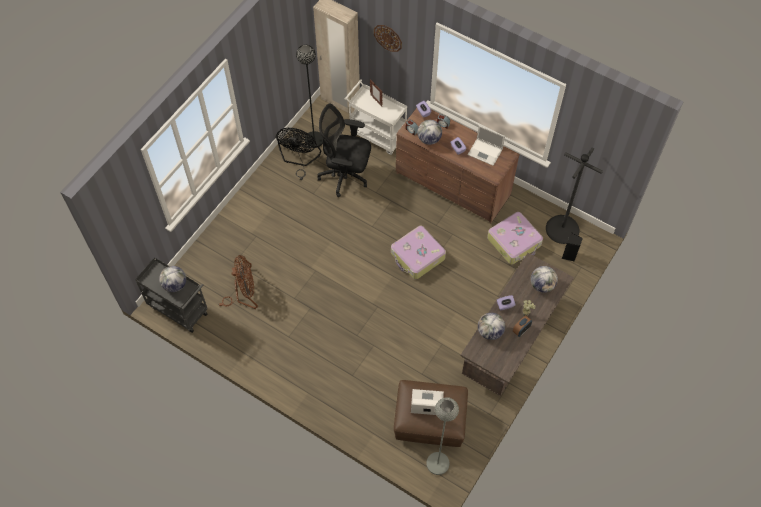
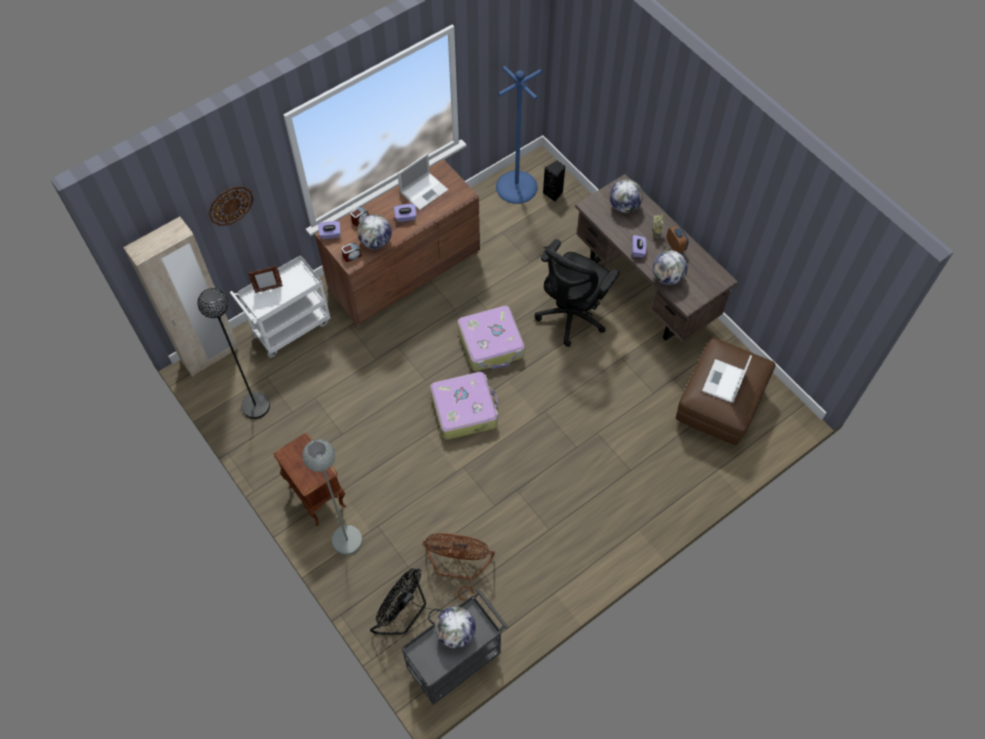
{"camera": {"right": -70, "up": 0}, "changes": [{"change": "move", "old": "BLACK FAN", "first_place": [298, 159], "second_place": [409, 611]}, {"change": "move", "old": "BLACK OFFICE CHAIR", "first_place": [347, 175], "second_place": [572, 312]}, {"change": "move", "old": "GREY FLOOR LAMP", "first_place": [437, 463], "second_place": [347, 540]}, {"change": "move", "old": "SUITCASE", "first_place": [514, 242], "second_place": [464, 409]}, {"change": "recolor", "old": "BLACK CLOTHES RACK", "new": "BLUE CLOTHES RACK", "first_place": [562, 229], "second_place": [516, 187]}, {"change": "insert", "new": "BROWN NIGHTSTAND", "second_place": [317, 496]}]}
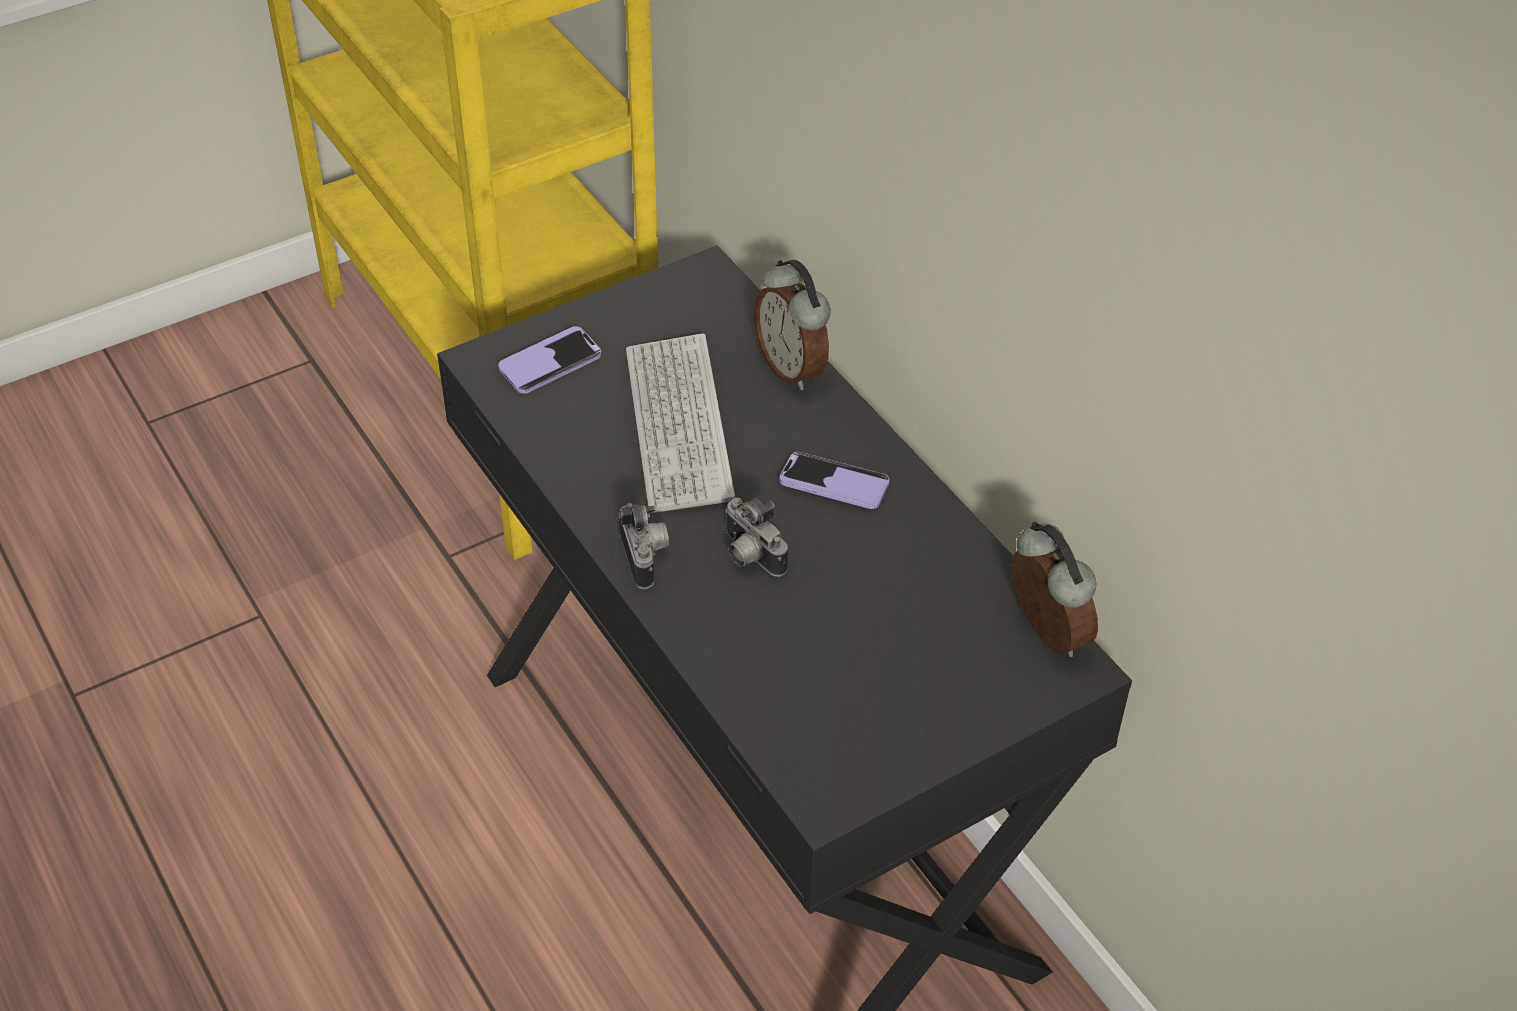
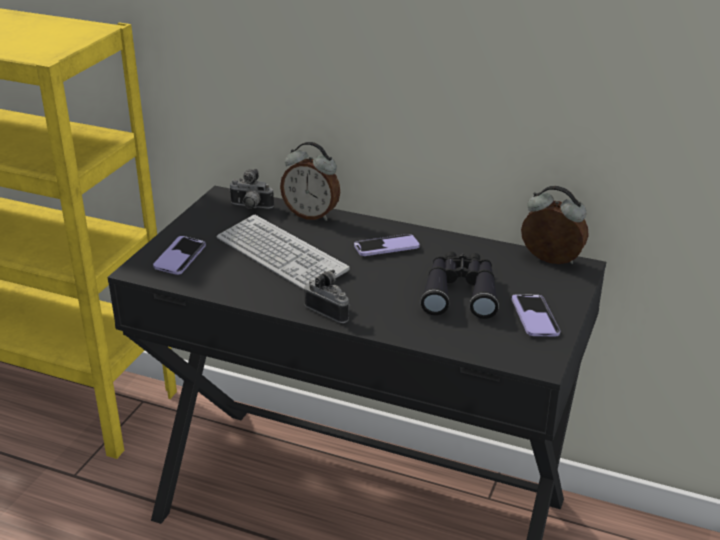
{"camera": {"right": -35, "up": -15}, "changes": [{"change": "move", "old": "PHOTO CAMERA", "first_place": [749, 556], "second_place": [250, 207]}, {"change": "insert", "new": "BLACK BINOCULARS", "second_place": [460, 292]}, {"change": "insert", "new": "PHONE", "second_place": [535, 317]}]}
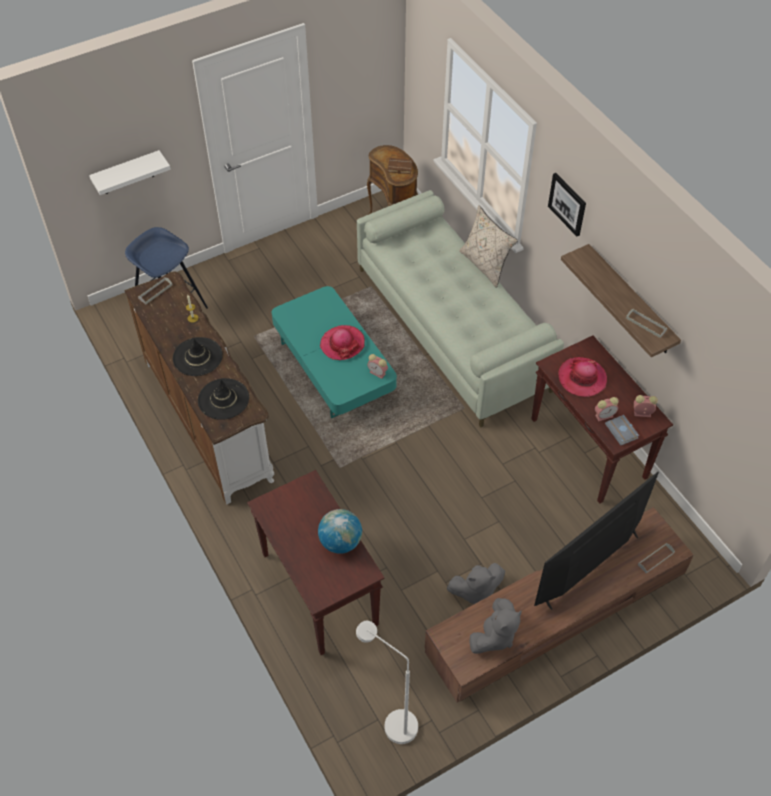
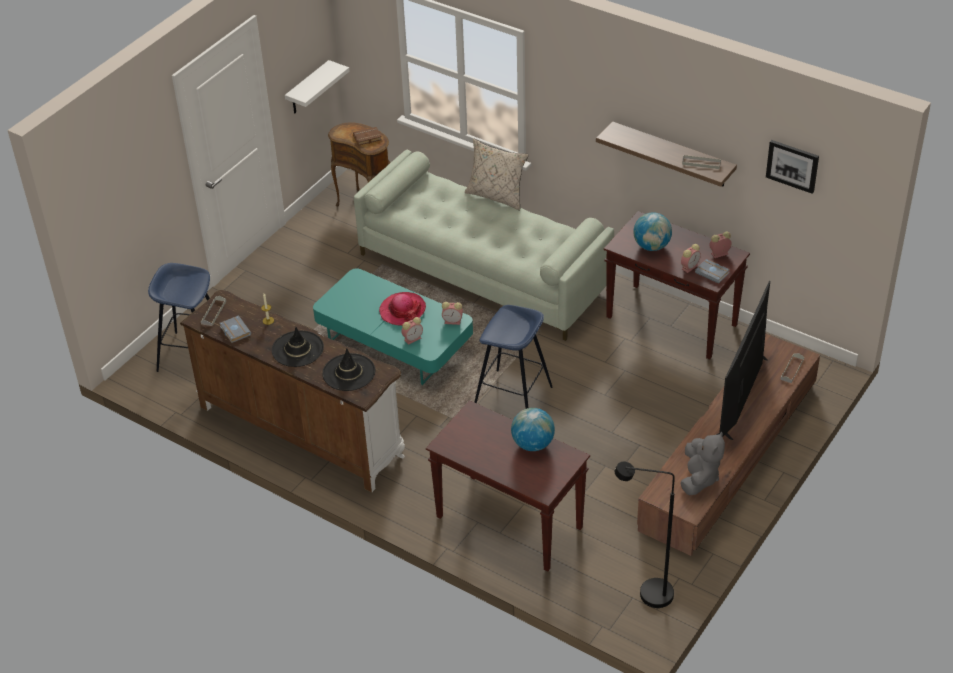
{"camera": {"right": -25, "up": -10}, "changes": [{"change": "move", "old": "WHITE SHELF", "first_place": [127, 173], "second_place": [308, 88]}, {"change": "recolor", "old": "WHITE FLOOR LAMP", "new": "BLACK FLOOR LAMP", "first_place": [392, 722], "second_place": [646, 594]}, {"change": "delete", "old": "GREY PLUSH TOY", "first_place": [475, 591]}, {"change": "move", "old": "PICTURE", "first_place": [567, 204], "second_place": [792, 165]}, {"change": "replace", "old": "HAT", "new": "GLOBE", "first_place": [582, 378], "second_place": [651, 246]}, {"change": "insert", "new": "GREY BOOK", "second_place": [234, 331]}, {"change": "insert", "new": "ALARM CLOCK", "second_place": [413, 338]}, {"change": "insert", "new": "BLUE STOOL", "second_place": [513, 398]}]}
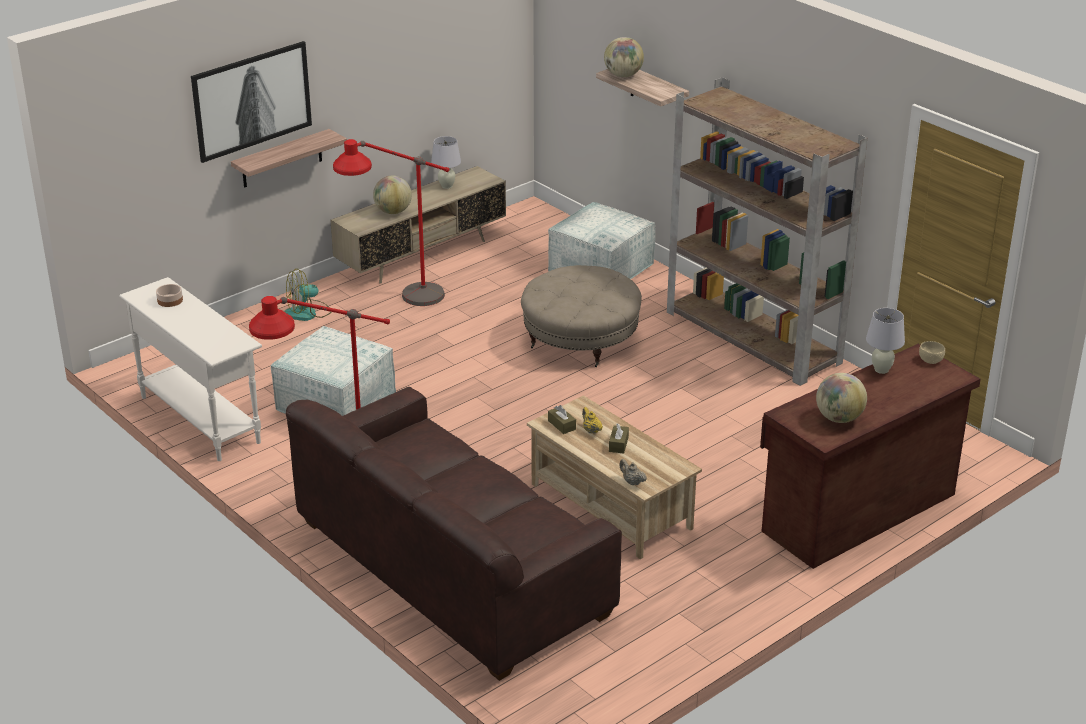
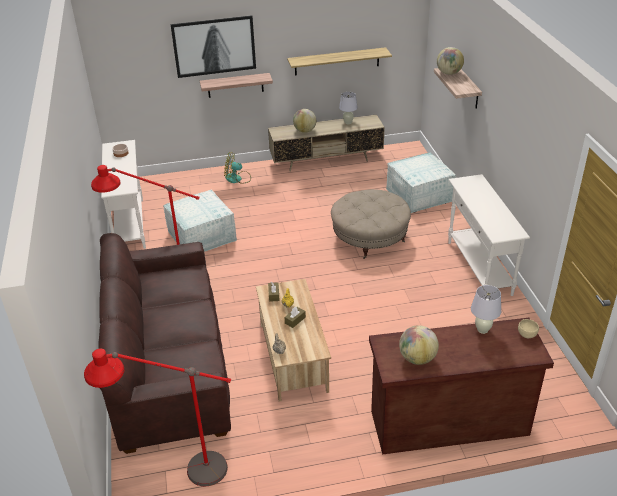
{"camera": {"right": 30, "up": 5}, "changes": [{"change": "move", "old": "RED FLOOR LAMP", "first_place": [399, 305], "second_place": [178, 474]}, {"change": "replace", "old": "BROWN BOOKCASE", "new": "WHITE CONSOLE TABLE", "first_place": [752, 337], "second_place": [479, 268]}, {"change": "insert", "new": "SHELF", "second_place": [337, 61]}]}
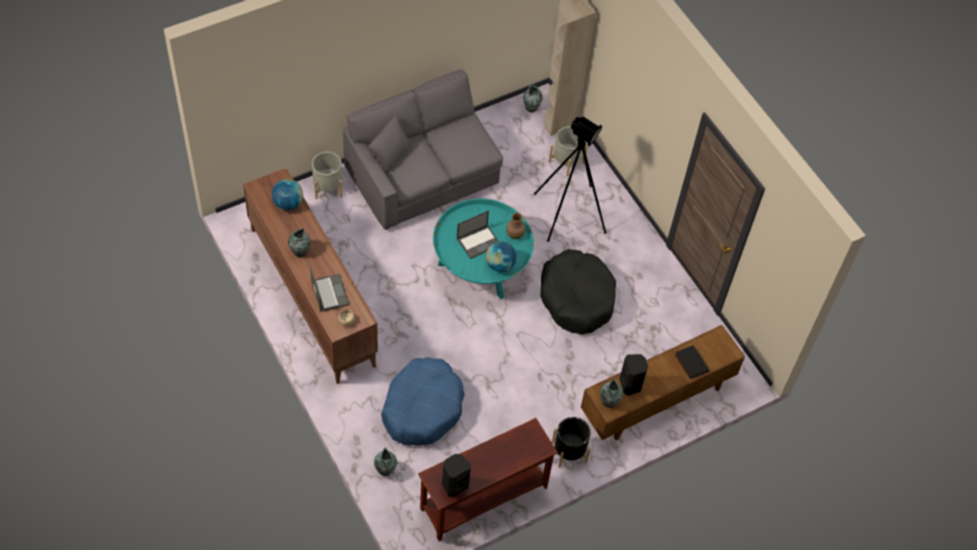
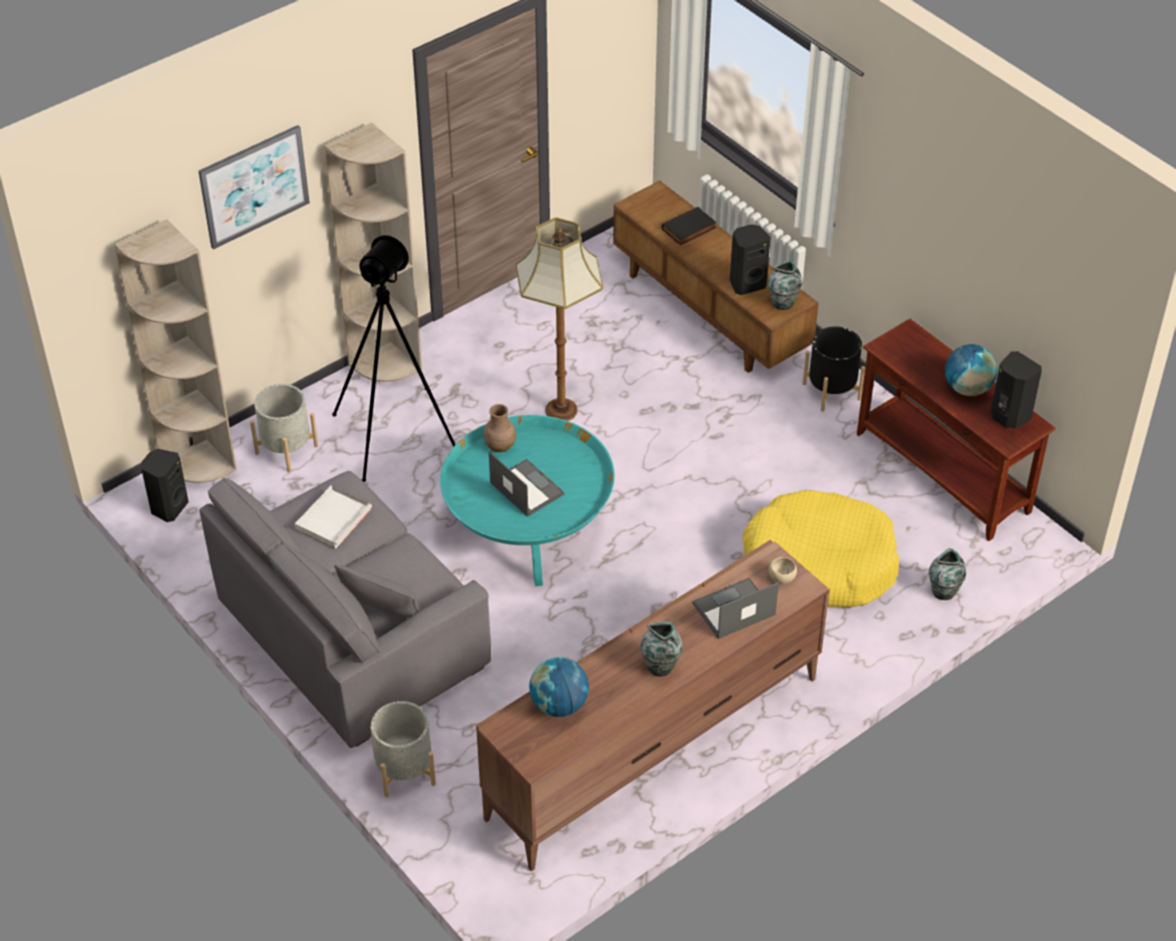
{"camera": {"right": -95, "up": -10}, "changes": [{"change": "recolor", "old": "BLUE DOG BED", "new": "YELLOW DOG BED", "first_place": [422, 407], "second_place": [819, 564]}, {"change": "move", "old": "GLOBE", "first_place": [500, 265], "second_place": [967, 388]}, {"change": "replace", "old": "VASE", "new": "BLACK SPEAKER", "first_place": [531, 107], "second_place": [168, 507]}, {"change": "replace", "old": "BLACK DOG BED", "new": "FLOOR LAMP", "first_place": [576, 297], "second_place": [560, 410]}, {"change": "insert", "new": "PICTURE", "second_place": [254, 186]}, {"change": "insert", "new": "WHITE TRAY", "second_place": [334, 518]}, {"change": "insert", "new": "BEIGE BOOKCASE", "second_place": [386, 370]}]}
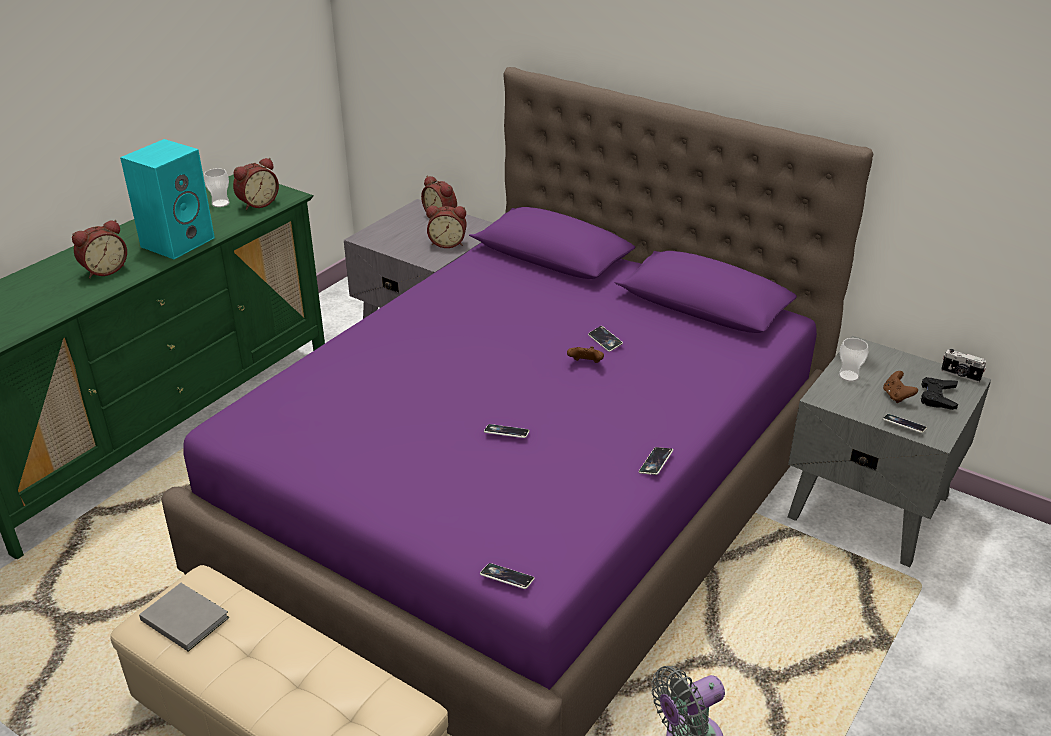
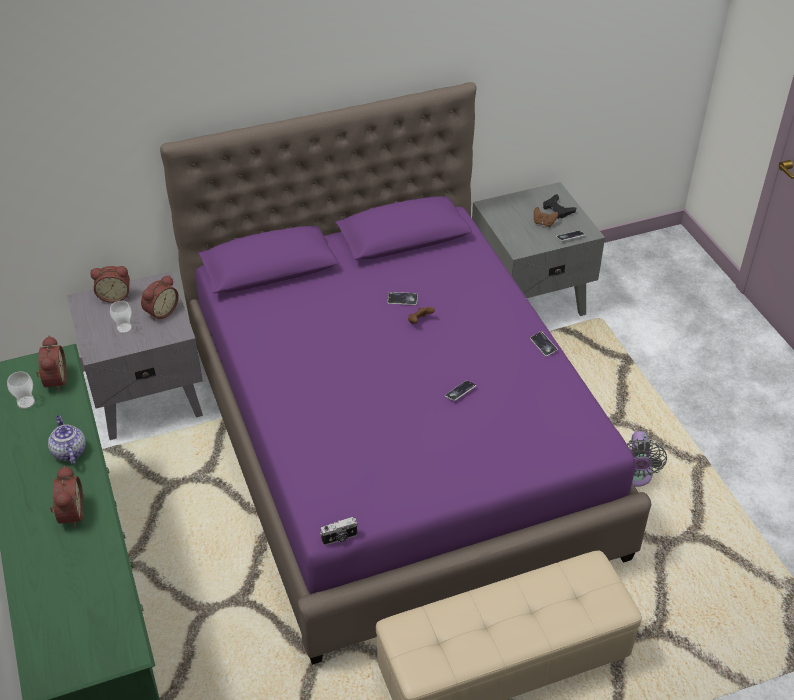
{"camera": {"right": -55, "up": 10}, "changes": [{"change": "replace", "old": "TURQUOISE SPEAKER", "new": "TEAPOT", "first_place": [178, 241], "second_place": [69, 451]}, {"change": "delete", "old": "GREY BOOK", "first_place": [184, 617]}, {"change": "delete", "old": "PHONE", "first_place": [507, 578]}, {"change": "move", "old": "CUP", "first_place": [848, 376], "second_place": [124, 328]}, {"change": "move", "old": "PHOTO CAMERA", "first_place": [960, 375], "second_place": [340, 538]}]}
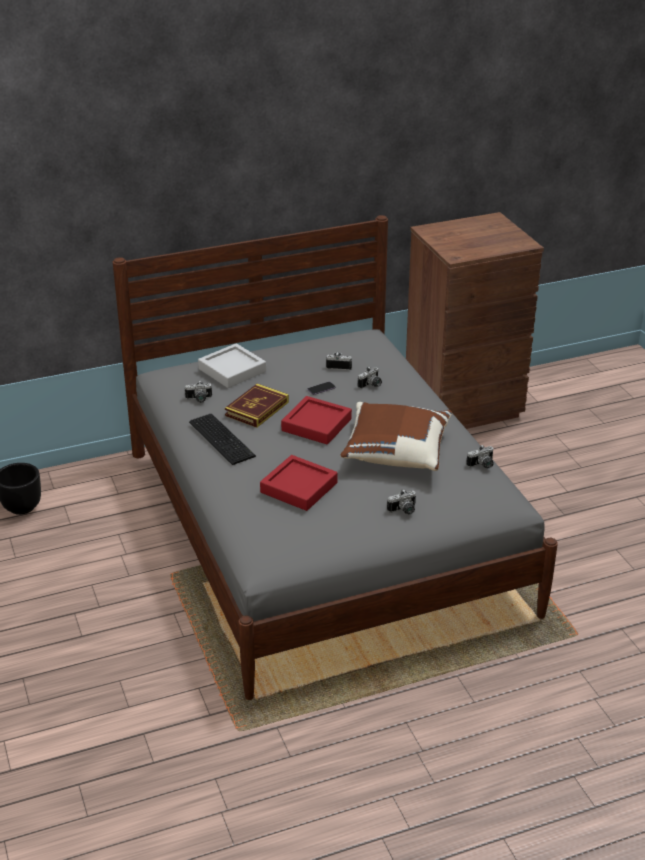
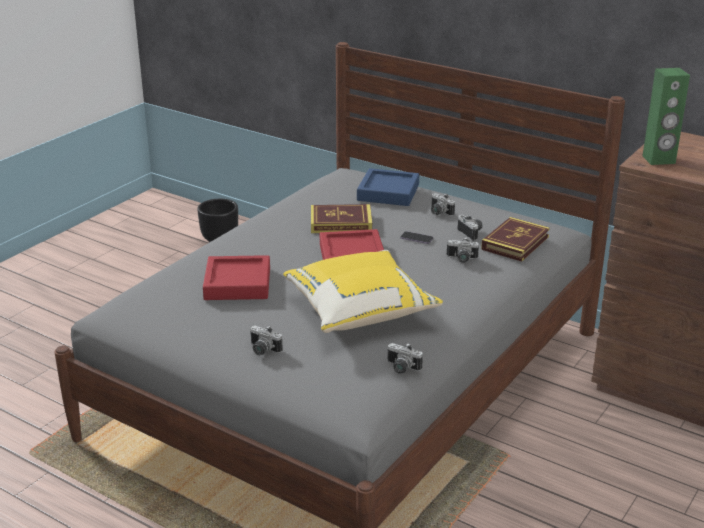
{"camera": {"right": 55, "up": -5}, "changes": [{"change": "move", "old": "PHOTO CAMERA", "first_place": [199, 399], "second_place": [438, 212]}, {"change": "delete", "old": "KEYBOARD", "first_place": [222, 438]}, {"change": "recolor", "old": "GREY TRAY", "new": "BLUE TRAY", "first_place": [232, 370], "second_place": [388, 192]}, {"change": "recolor", "old": "BROWN PILLOW", "new": "YELLOW PILLOW", "first_place": [395, 452], "second_place": [359, 311]}, {"change": "insert", "new": "BOOK", "second_place": [515, 243]}, {"change": "insert", "new": "GREEN SPEAKER", "second_place": [659, 160]}]}
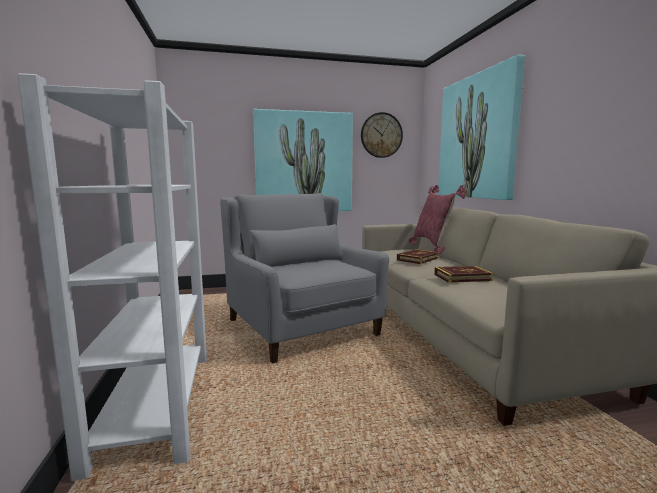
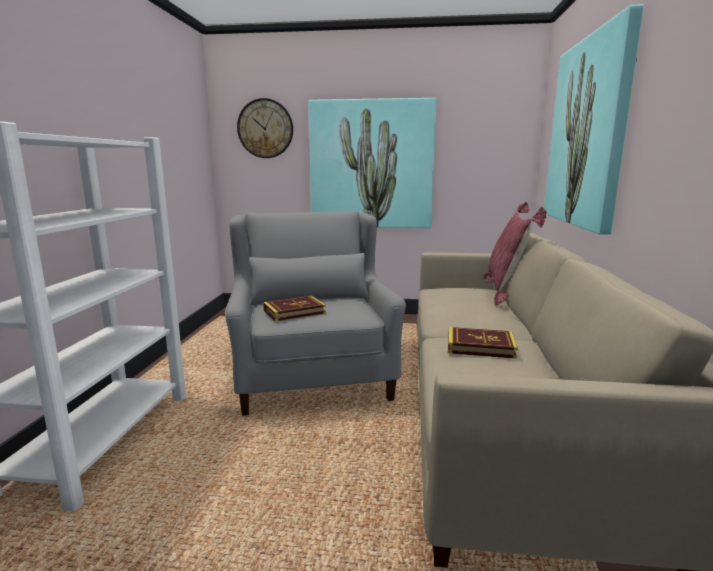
{"camera": {"right": 20, "up": 5}, "changes": [{"change": "move", "old": "WALL CLOCK", "first_place": [381, 135], "second_place": [265, 128]}, {"change": "move", "old": "BOOK", "first_place": [417, 259], "second_place": [294, 312]}]}
